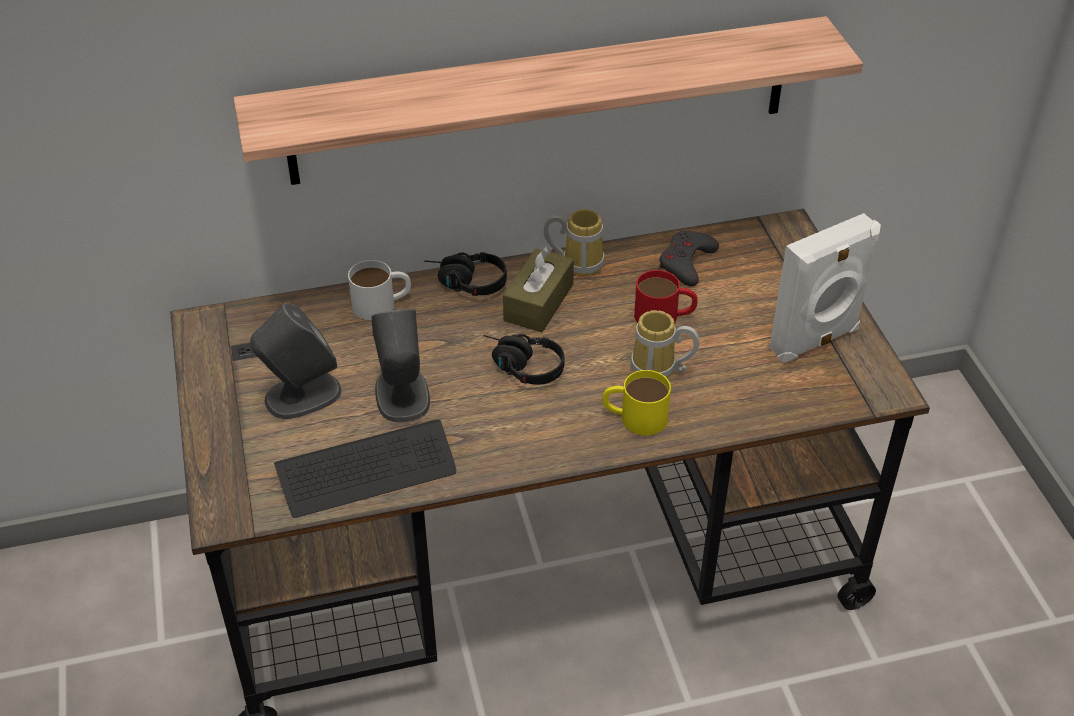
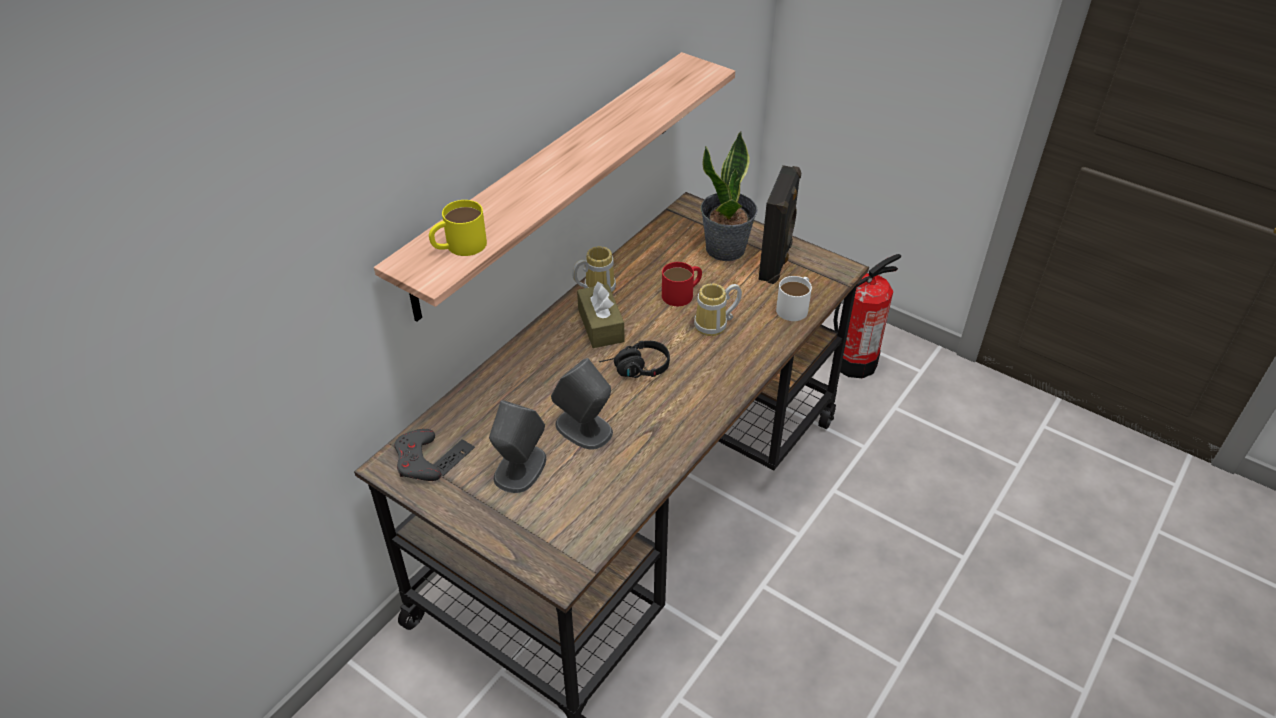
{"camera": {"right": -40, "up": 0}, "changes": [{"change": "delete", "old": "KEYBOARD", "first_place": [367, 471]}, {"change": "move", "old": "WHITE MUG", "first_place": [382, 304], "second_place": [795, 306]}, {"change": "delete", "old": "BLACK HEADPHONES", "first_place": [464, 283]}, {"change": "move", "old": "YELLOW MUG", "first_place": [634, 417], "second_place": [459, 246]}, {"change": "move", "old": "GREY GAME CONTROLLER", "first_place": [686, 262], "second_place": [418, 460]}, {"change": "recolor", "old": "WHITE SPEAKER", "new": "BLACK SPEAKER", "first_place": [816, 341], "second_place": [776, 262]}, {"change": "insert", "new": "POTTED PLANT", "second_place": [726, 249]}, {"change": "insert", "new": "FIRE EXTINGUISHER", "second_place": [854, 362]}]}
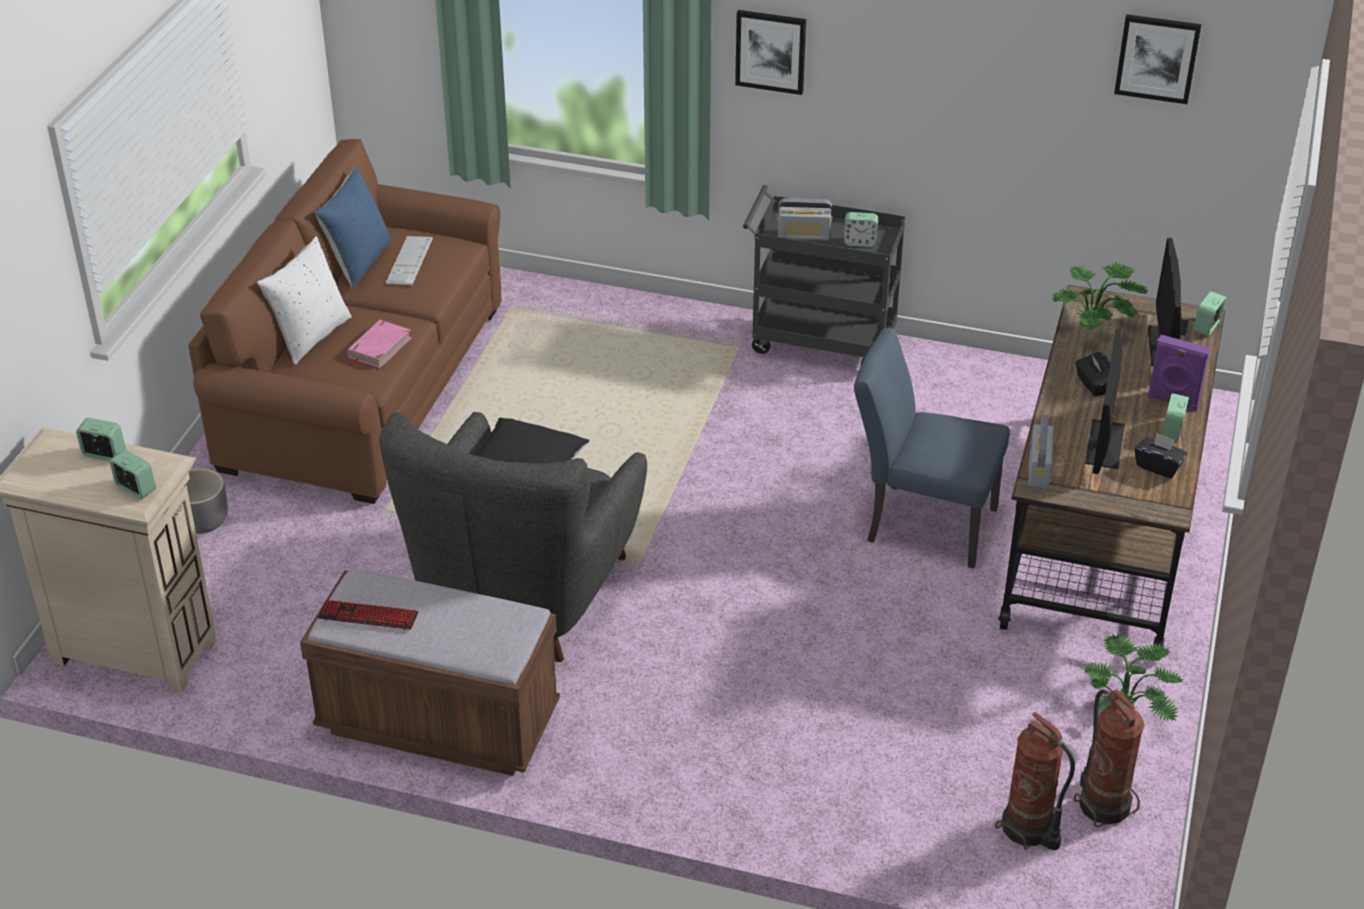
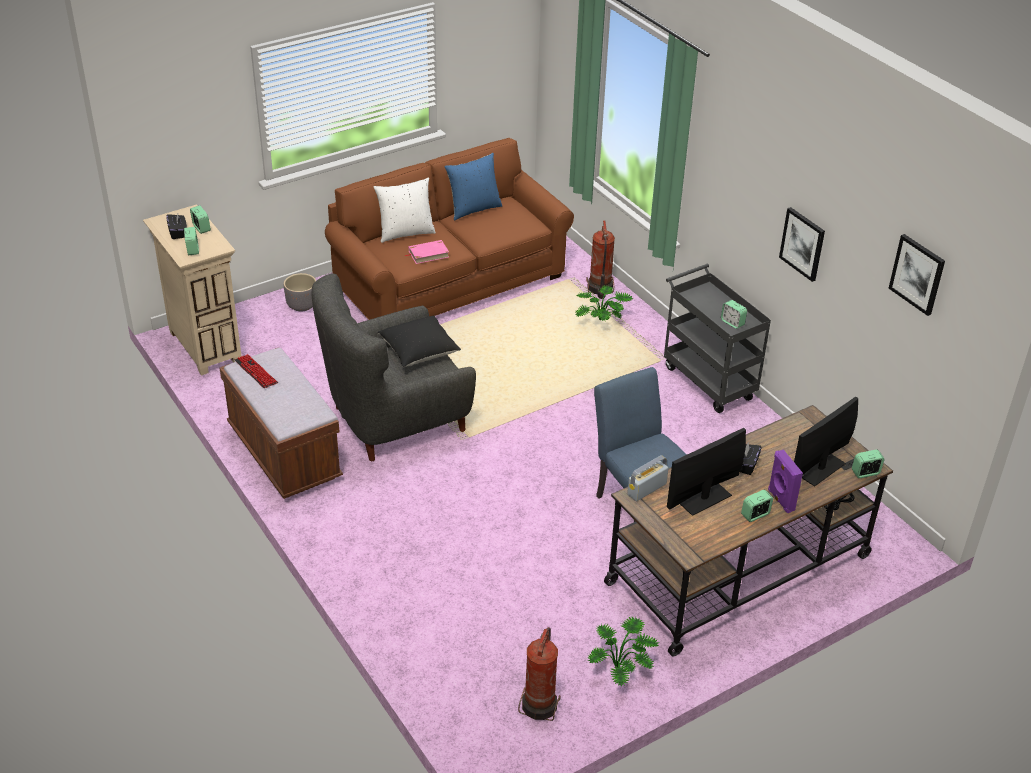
{"camera": {"right": 40, "up": 0}, "changes": [{"change": "delete", "old": "KEYBOARD", "first_place": [409, 261]}, {"change": "move", "old": "PICTURE", "first_place": [771, 51], "second_place": [803, 243]}, {"change": "delete", "old": "RADIO", "first_place": [803, 235]}, {"change": "move", "old": "FIRE EXTINGUISHER", "first_place": [1029, 830], "second_place": [599, 289]}, {"change": "move", "old": "POTTED PLANT", "first_place": [1096, 326], "second_place": [601, 322]}, {"change": "move", "old": "BLACK TISSUE BOX", "first_place": [1158, 466], "second_place": [178, 233]}]}
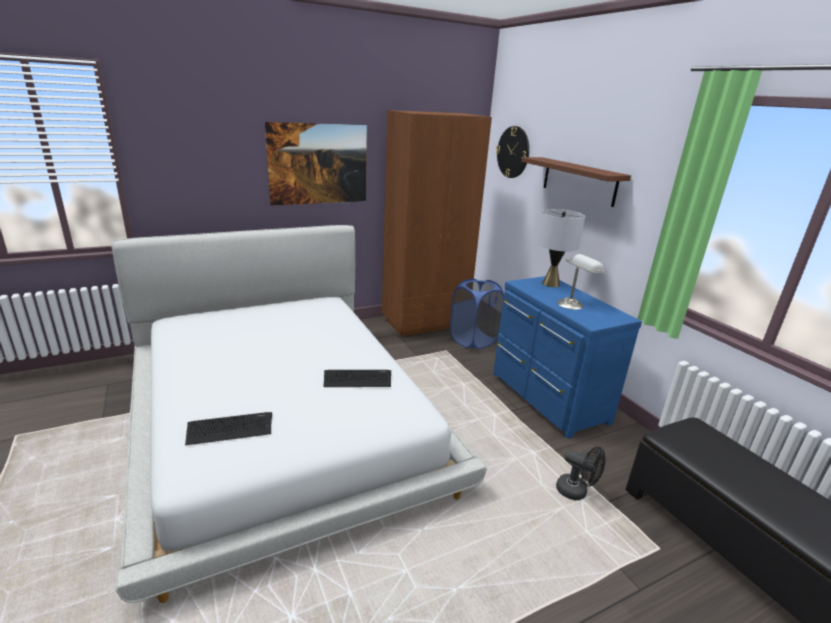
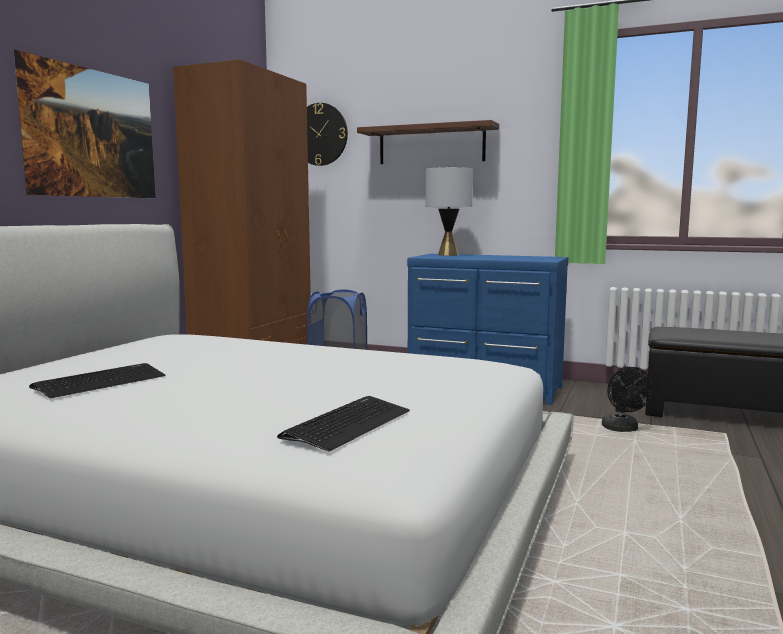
{"camera": {"right": -40, "up": -15}, "changes": [{"change": "move", "old": "KEYBOARD", "first_place": [357, 379], "second_place": [101, 382]}, {"change": "rotate", "old": "BLACK FAN", "first_place": [576, 492], "second_place": [622, 429], "degrees": 90}, {"change": "delete", "old": "WHITE TABLE LAMP", "first_place": [573, 303]}]}
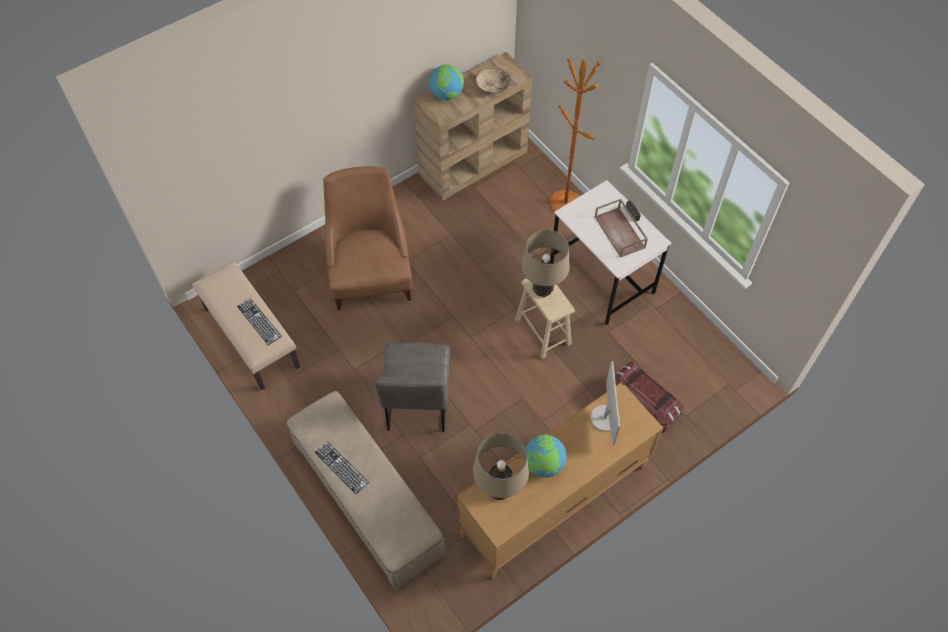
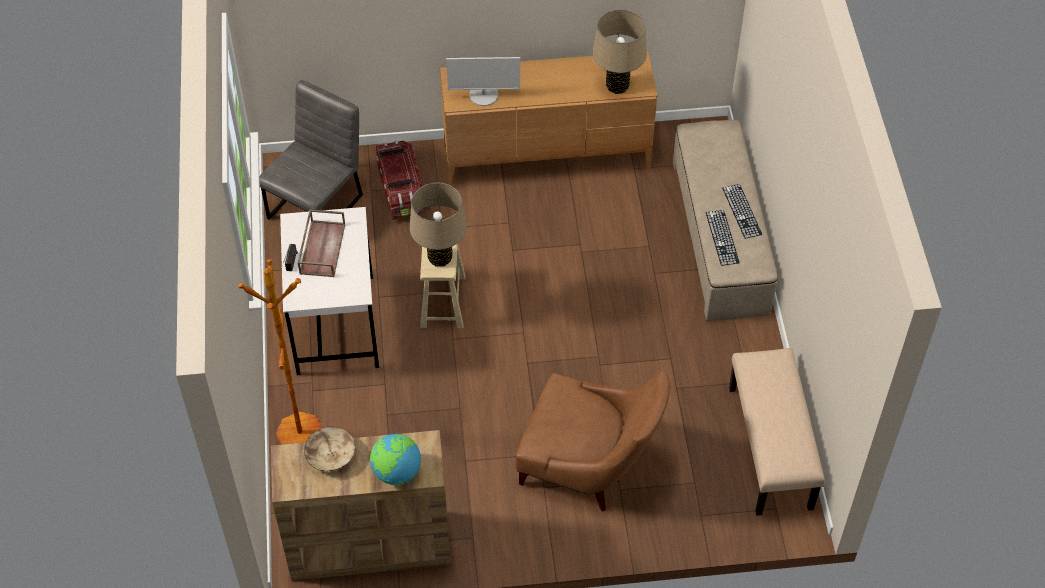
{"camera": {"right": -150, "up": -5}, "changes": [{"change": "move", "old": "KEYBOARD", "first_place": [259, 321], "second_place": [722, 237]}, {"change": "rotate", "old": "BROWN ARMCHAIR", "first_place": [370, 270], "second_place": [590, 463], "degrees": -90}, {"change": "move", "old": "GREY CHAIR", "first_place": [417, 403], "second_place": [317, 205]}, {"change": "delete", "old": "GLOBE", "first_place": [543, 464]}, {"change": "rotate", "old": "MONITOR", "first_place": [605, 418], "second_place": [484, 95], "degrees": -120}]}
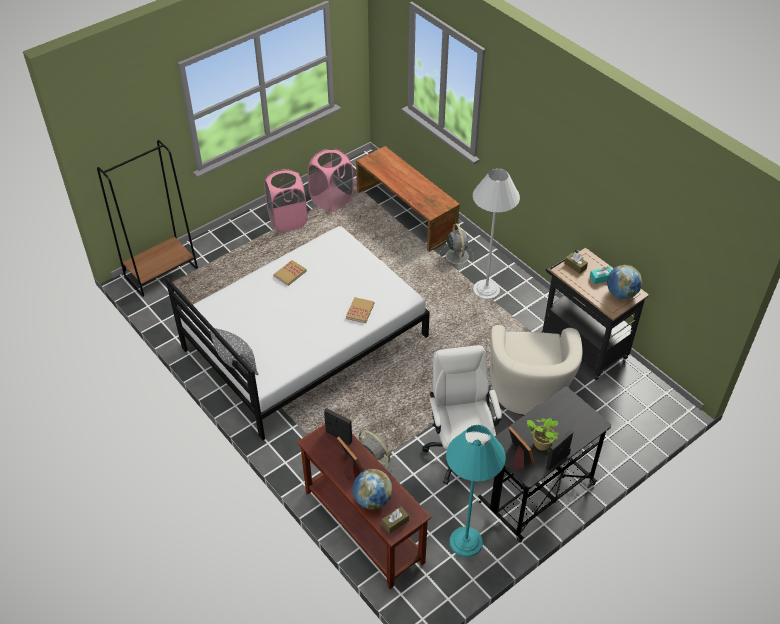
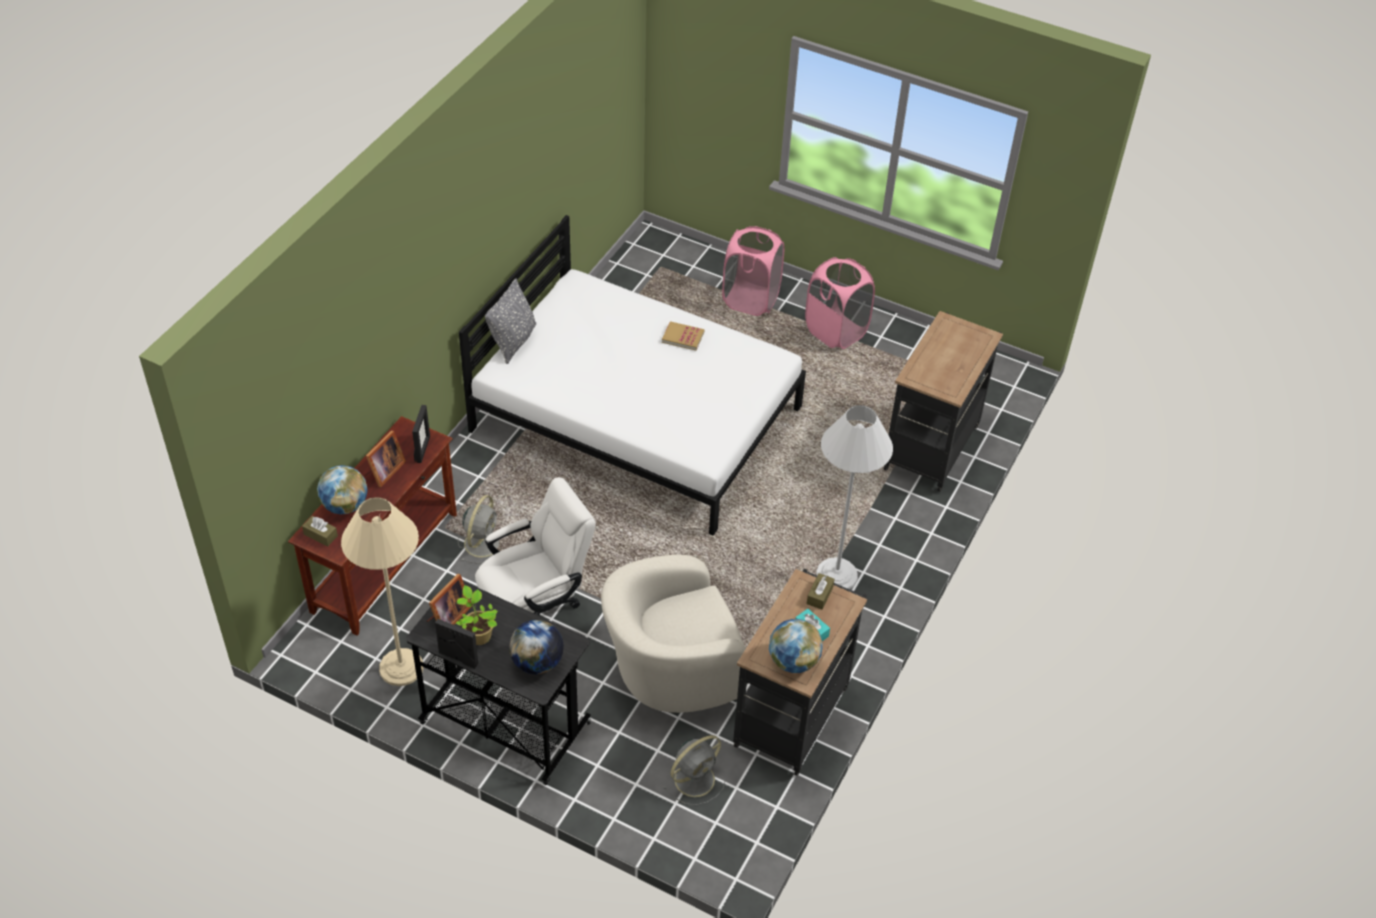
{"camera": {"right": 65, "up": 0}, "changes": [{"change": "delete", "old": "CLOTHES RACK", "first_place": [161, 273]}, {"change": "move", "old": "PINK LAUNDRY BASKET", "first_place": [331, 200], "second_place": [750, 299]}, {"change": "delete", "old": "BOOK", "first_place": [360, 311]}, {"change": "replace", "old": "BROWN BENCH", "new": "BLACK CART", "first_place": [407, 213], "second_place": [932, 445]}, {"change": "move", "old": "GREY FAN", "first_place": [456, 255], "second_place": [696, 778]}, {"change": "recolor", "old": "TURQUOISE FLOOR LAMP", "new": "BEIGE FLOOR LAMP", "first_place": [466, 542], "second_place": [401, 667]}, {"change": "insert", "new": "GLOBE", "second_place": [537, 662]}]}
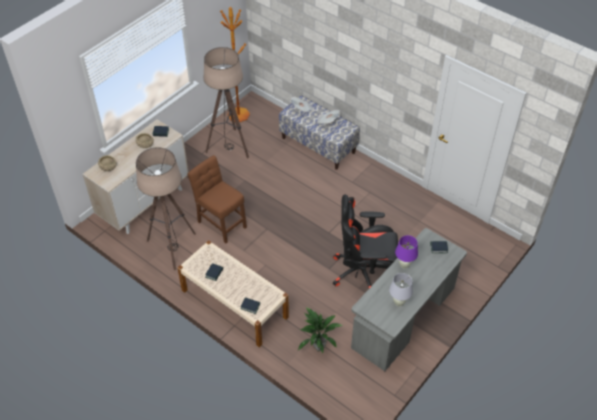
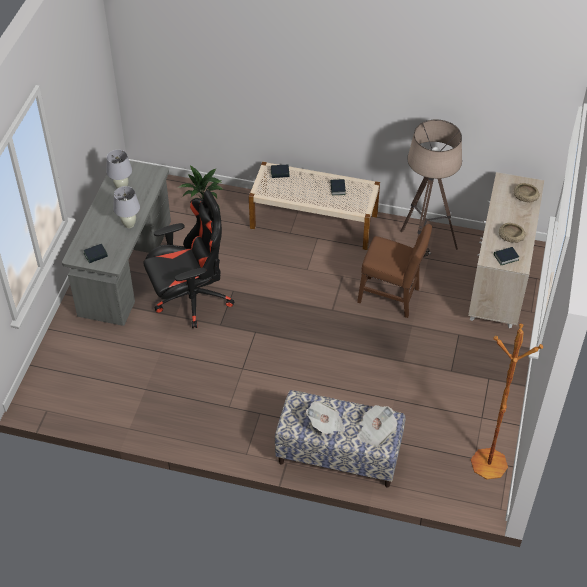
{"camera": {"right": 155, "up": 0}, "changes": [{"change": "delete", "old": "FLOOR LAMP", "first_place": [229, 146]}, {"change": "recolor", "old": "PURPLE TABLE LAMP", "new": "WHITE TABLE LAMP", "first_place": [404, 265], "second_place": [129, 225]}]}
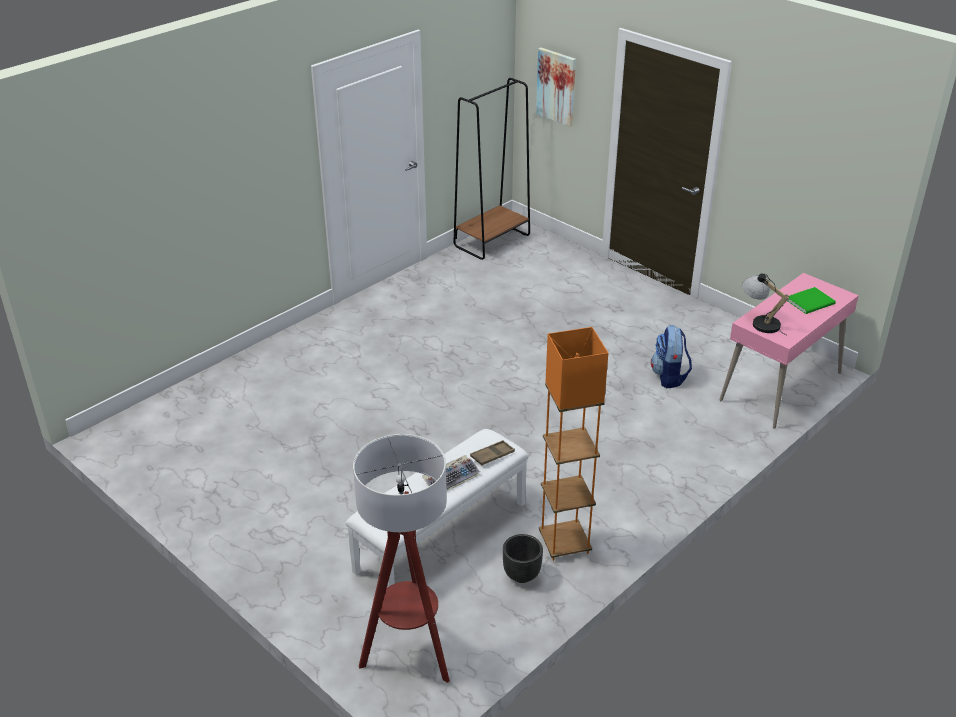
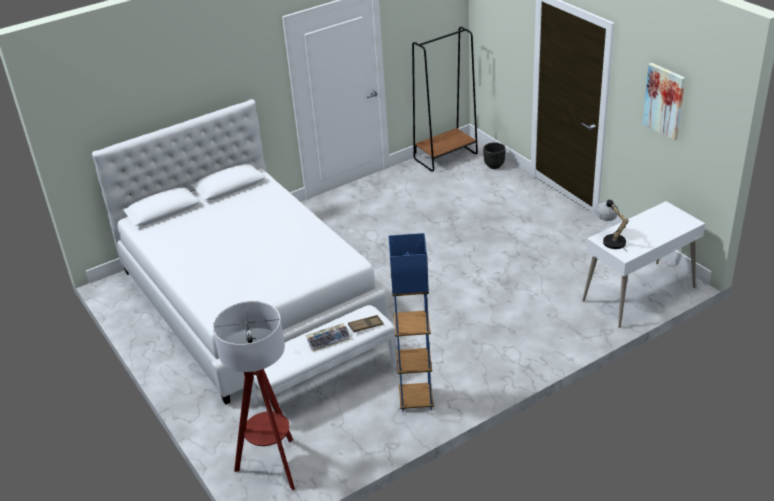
{"camera": {"right": 15, "up": 0}, "changes": [{"change": "move", "old": "BLACK PLANTER", "first_place": [521, 574], "second_place": [494, 165]}, {"change": "move", "old": "PICTURE", "first_place": [556, 86], "second_place": [664, 101]}, {"change": "recolor", "old": "ORANGE FLOOR LAMP", "new": "BLUE FLOOR LAMP", "first_place": [564, 543], "second_place": [416, 399]}, {"change": "delete", "old": "BACKPACK", "first_place": [669, 377]}, {"change": "recolor", "old": "PINK DESK", "new": "WHITE DESK", "first_place": [781, 387], "second_place": [639, 294]}, {"change": "delete", "old": "GREEN BOOK", "first_place": [812, 302]}, {"change": "insert", "new": "WHITE BED", "second_place": [249, 299]}]}
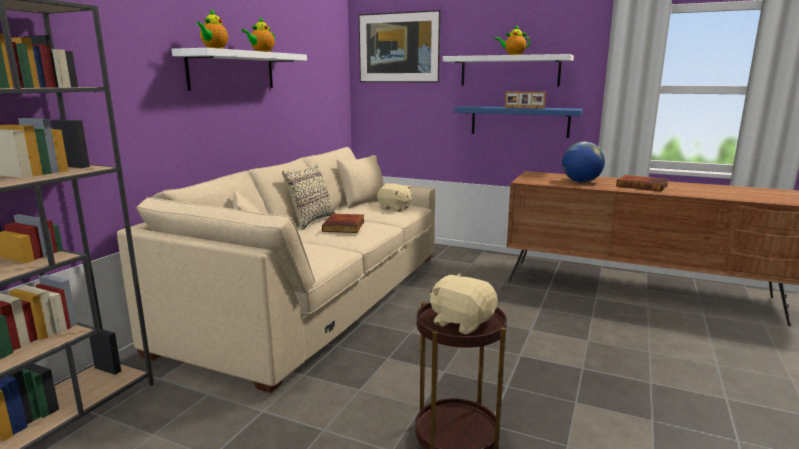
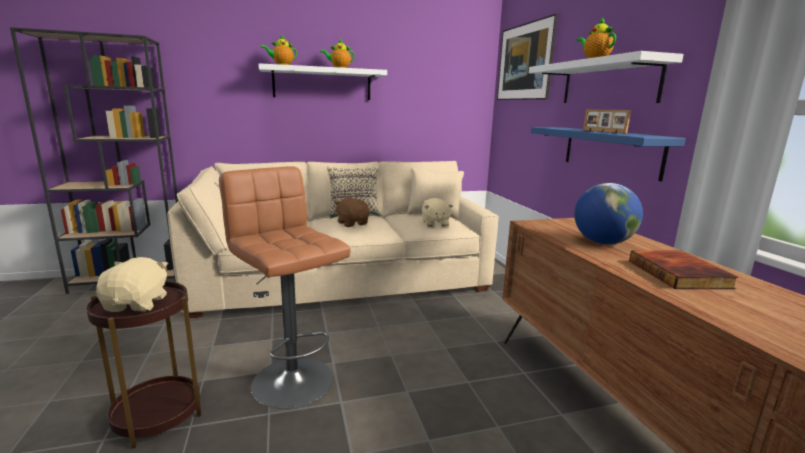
{"camera": {"right": 50, "up": 0}, "changes": [{"change": "replace", "old": "BOOK", "new": "BROWN PLUSH TOY", "first_place": [345, 226], "second_place": [352, 223]}, {"change": "insert", "new": "BROWN STOOL", "second_place": [293, 381]}]}
